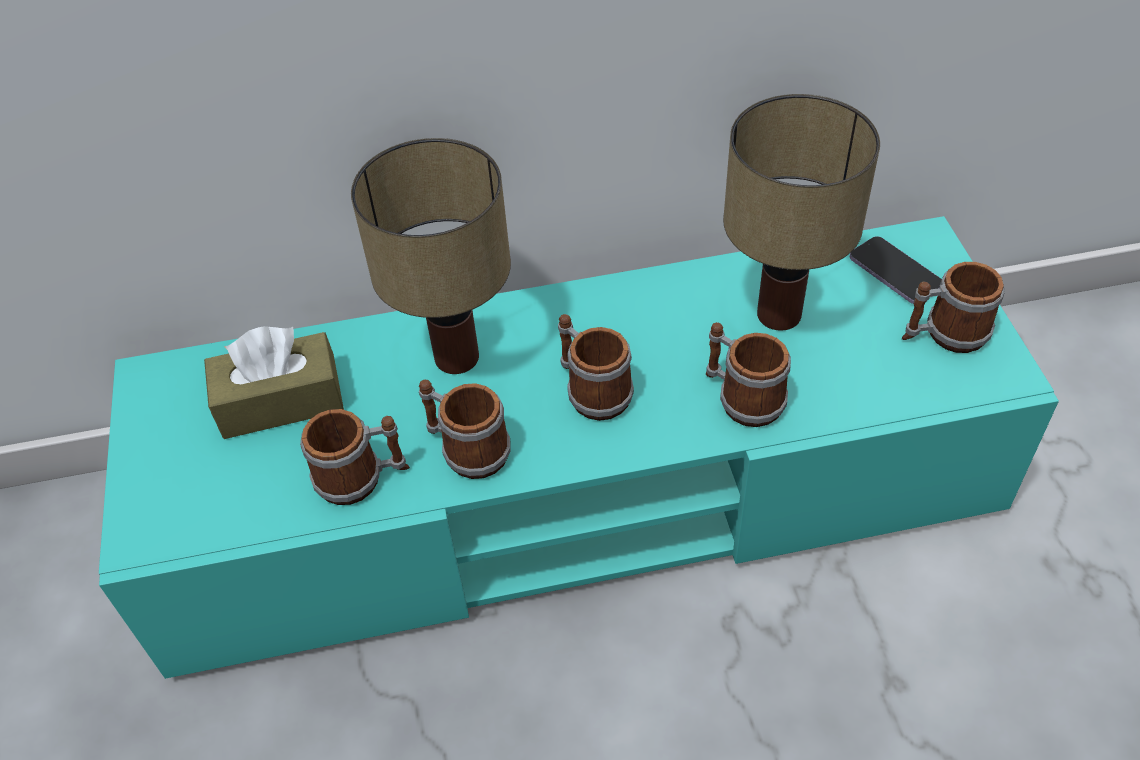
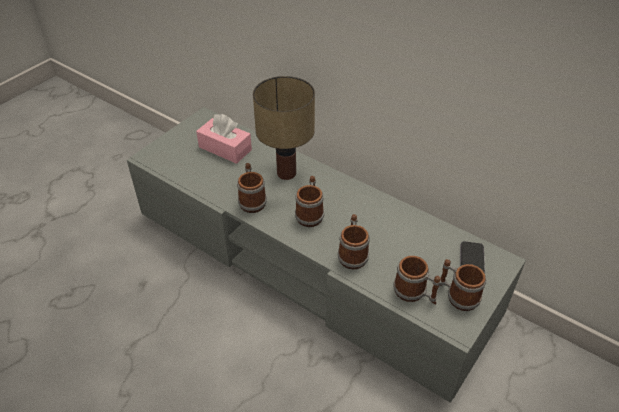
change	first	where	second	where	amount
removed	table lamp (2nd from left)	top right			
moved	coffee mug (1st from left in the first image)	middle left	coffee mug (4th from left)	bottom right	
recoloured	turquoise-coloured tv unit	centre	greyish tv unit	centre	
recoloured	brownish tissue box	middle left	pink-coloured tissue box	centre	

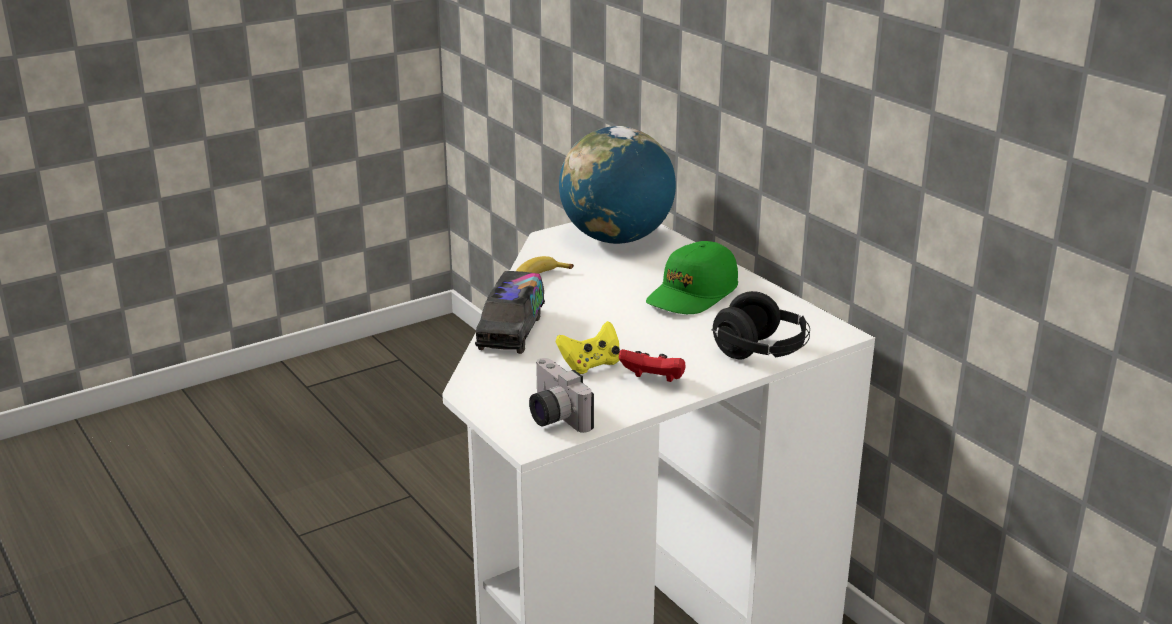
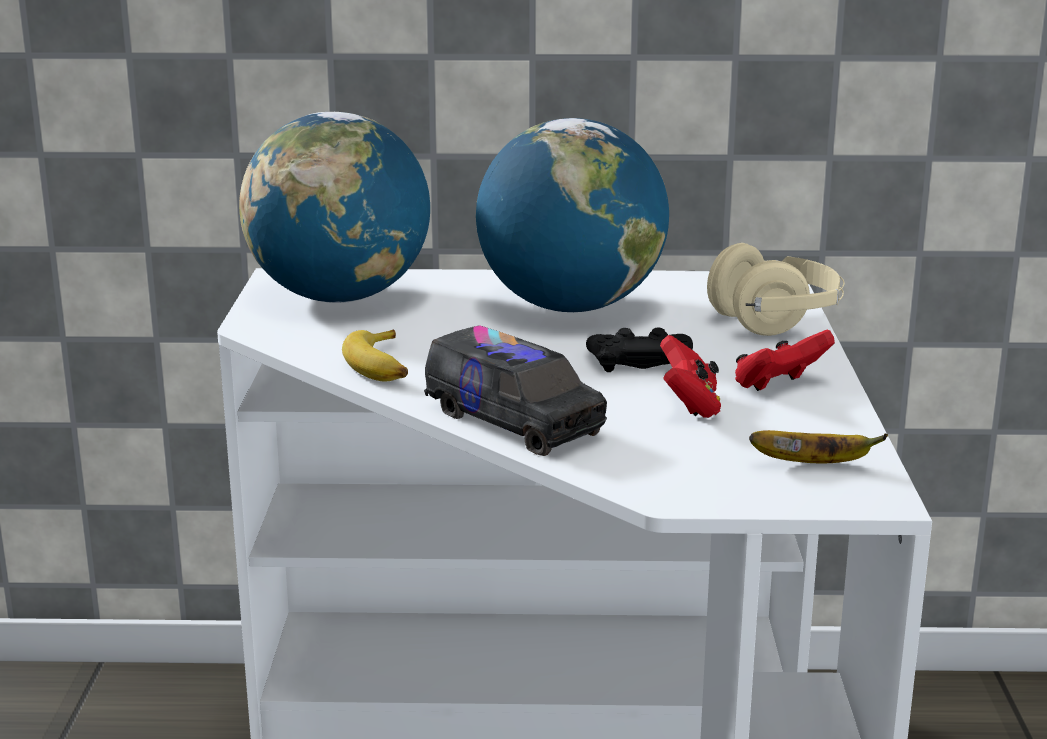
change	first	where	second	where	amount
added			blackish gamepad	centre	
replaced	photo camera	centre	banana (2nd from left)	middle right	
replaced	green-coloured cap	centre	desk globe (2nd from left)	top centre	
recoloured	yellowish gamepad	centre	red gamepad (1st from left)	centre	
recoloured	blackish pair of headphones	centre	beige-coloured pair of headphones	middle right	

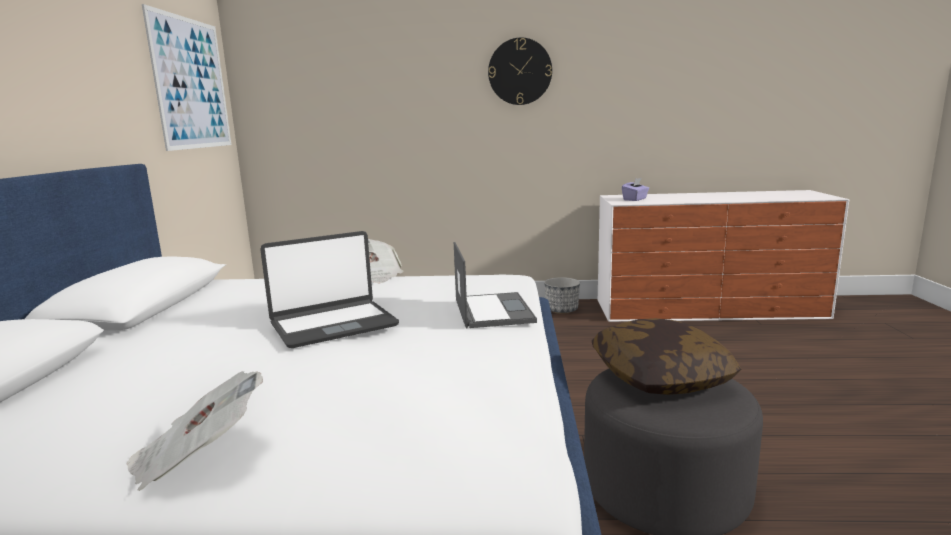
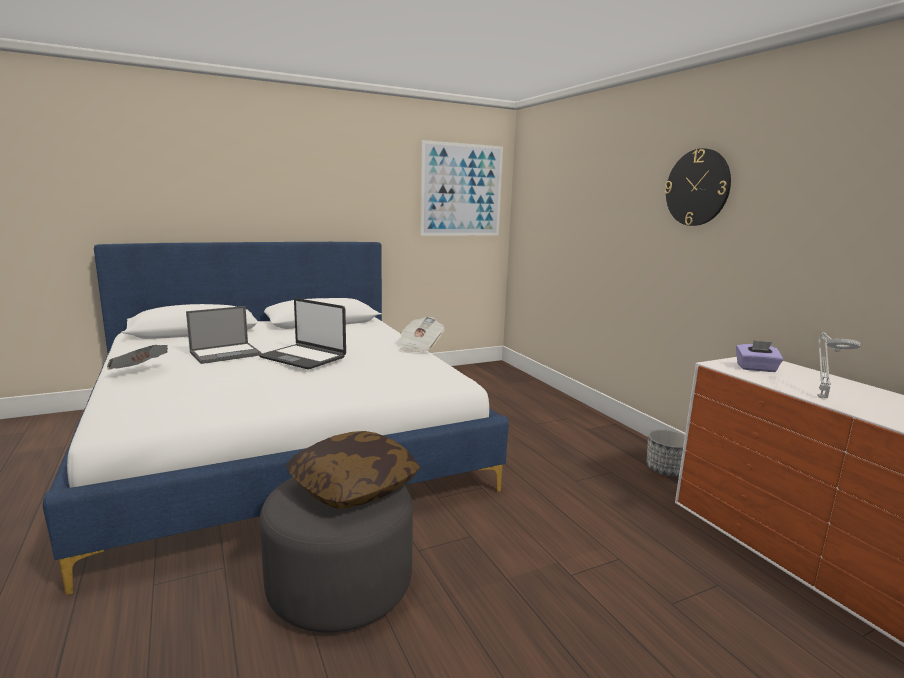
change	first	where	second	where	amount
added			greyish table lamp	middle right	
moved	portable computer (2nd from left in the first image)	centre	portable computer (1st from left)	middle left	

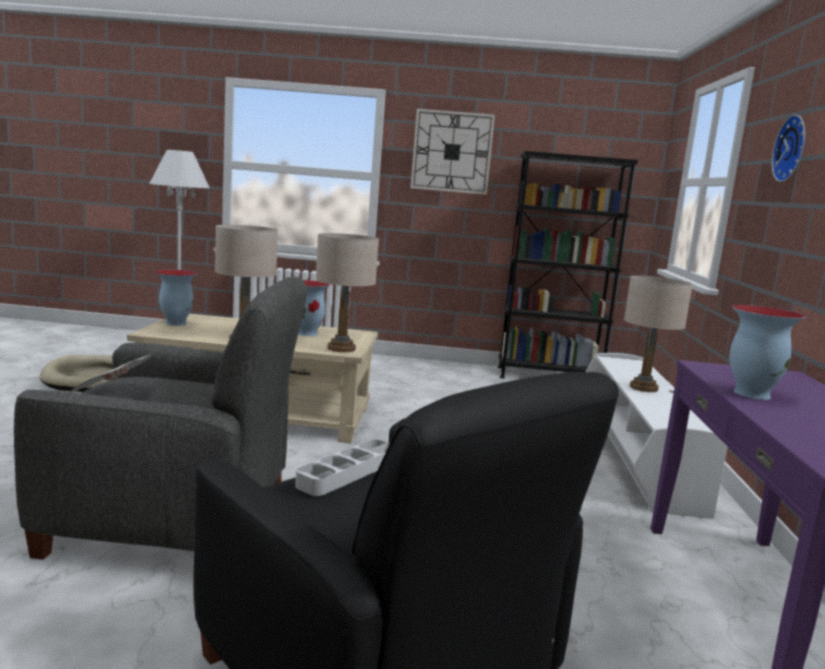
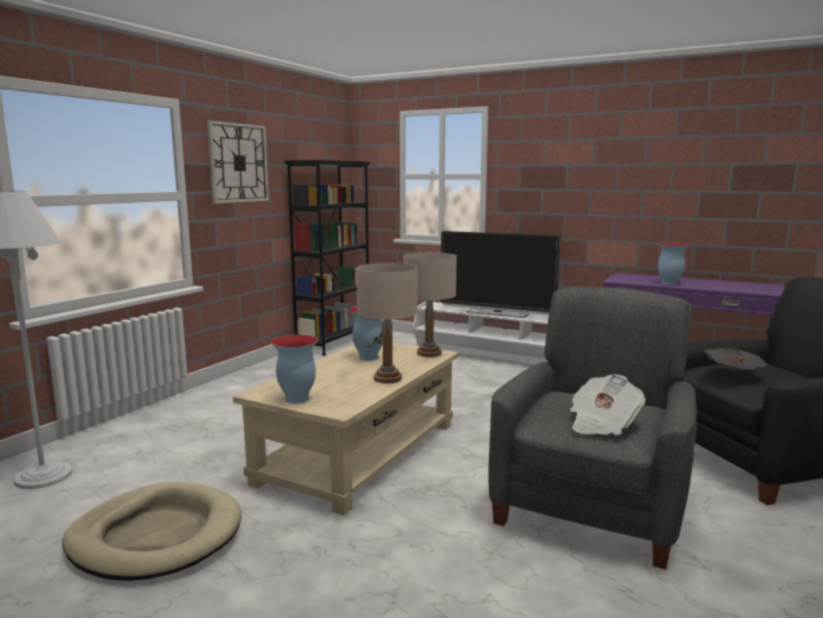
change	first	where	second	where	amount
removed	wall clock (2nd from left)	top right			
replaced	greyish serving tray	bottom centre	newspaper (2nd from left)	middle right	
replaced	beige-coloured table lamp (3rd from left)	middle right	TV	centre	

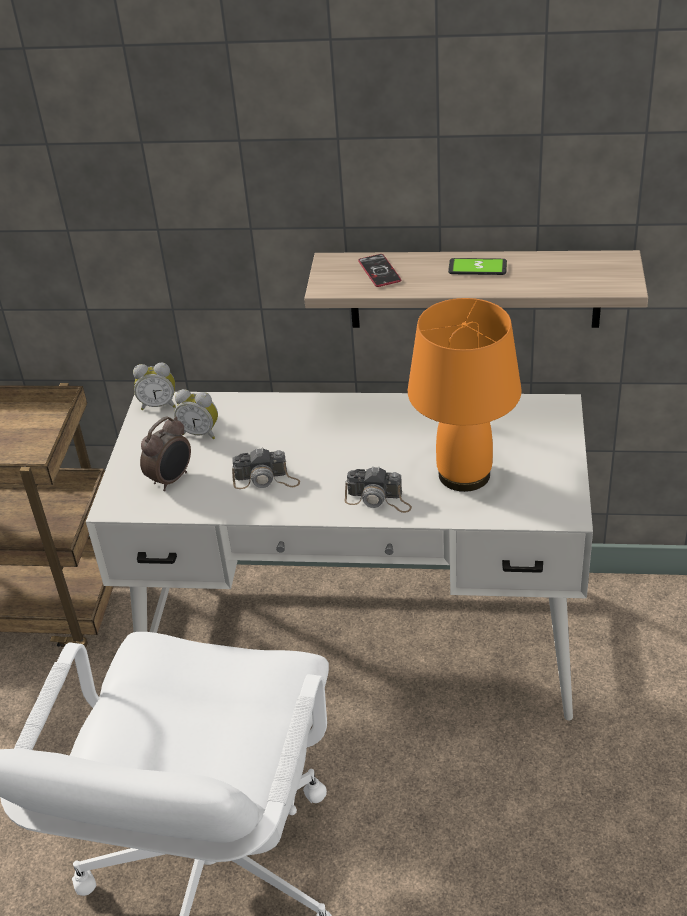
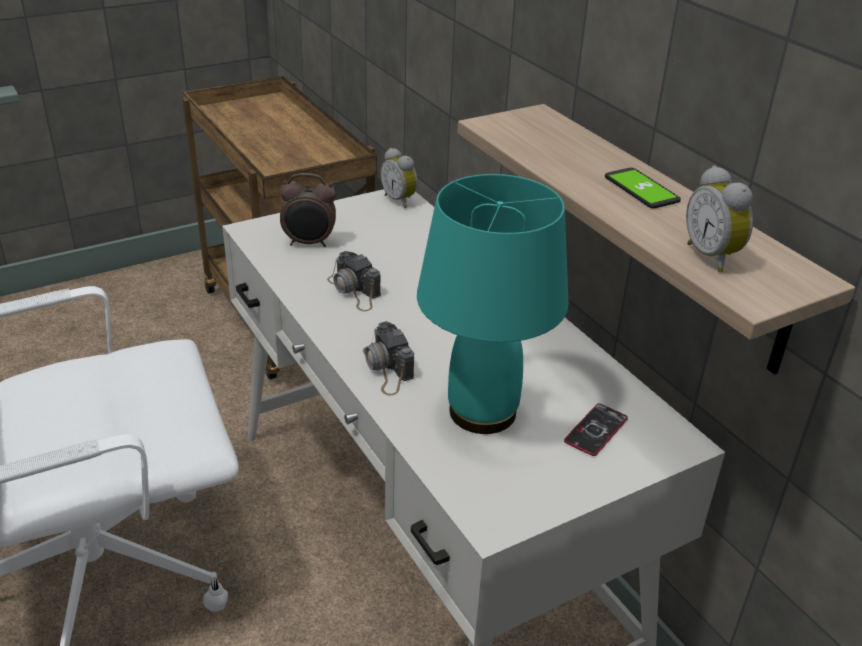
change	first	where	second	where	amount
moved	bedside clock (3rd from left)	middle left		middle right	
moved	handset (1st from left)	top centre		middle right	
recoloured	orange-coloured table lamp	middle right	turquoise-coloured table lamp	centre	

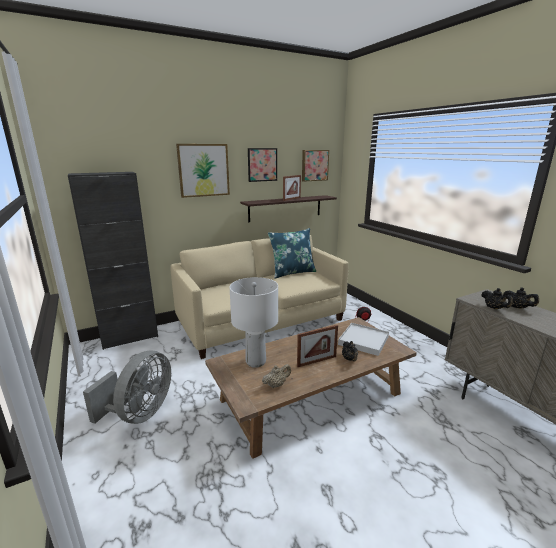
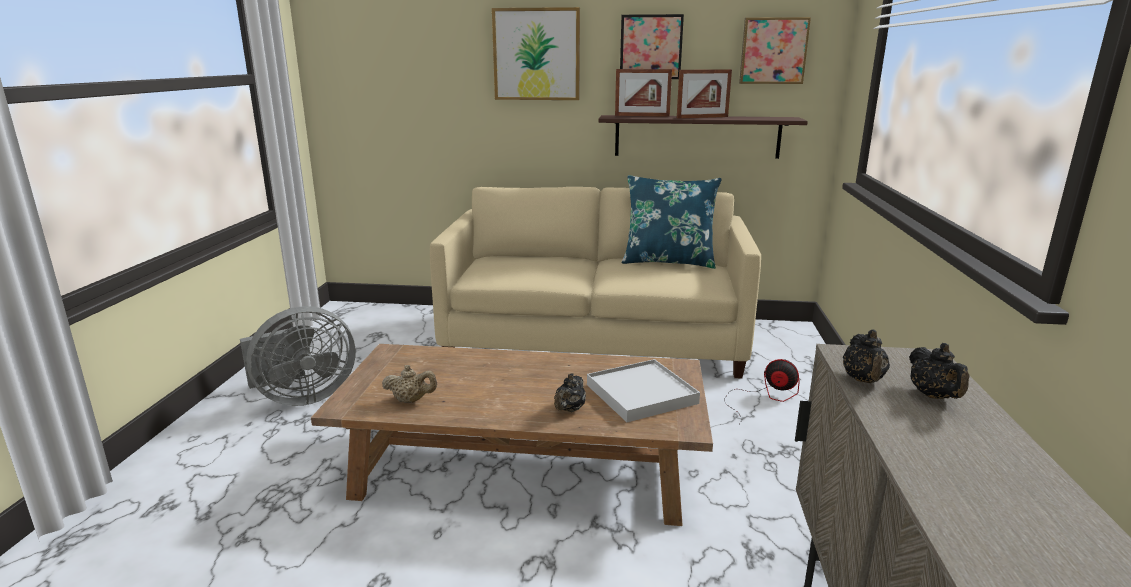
change	first	where	second	where	amount
removed	blackish cupboard	middle left			
removed	whitish table lamp	centre			
moved	picture frame (2nd from left in the first image)	centre	picture frame (1st from left)	top centre	

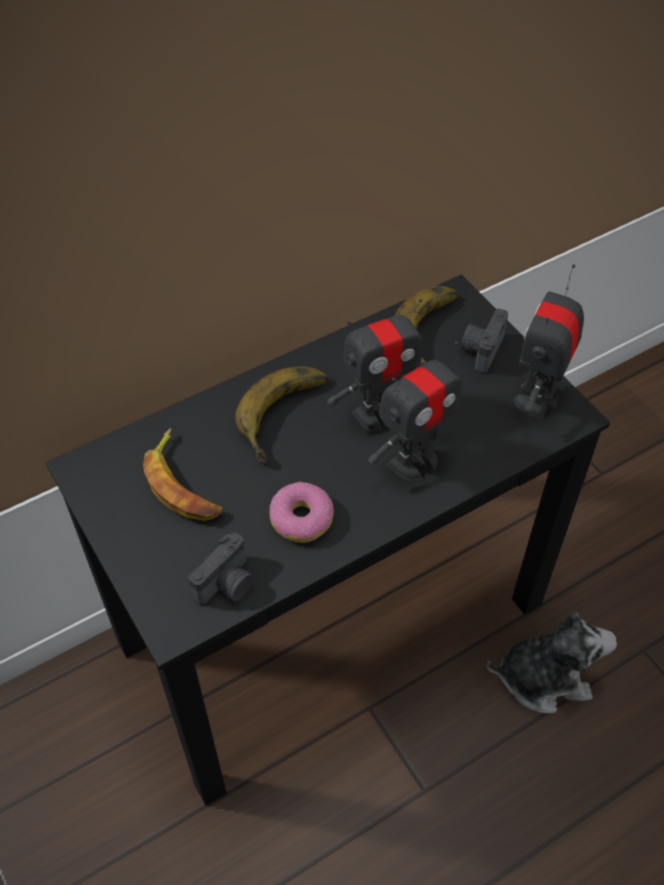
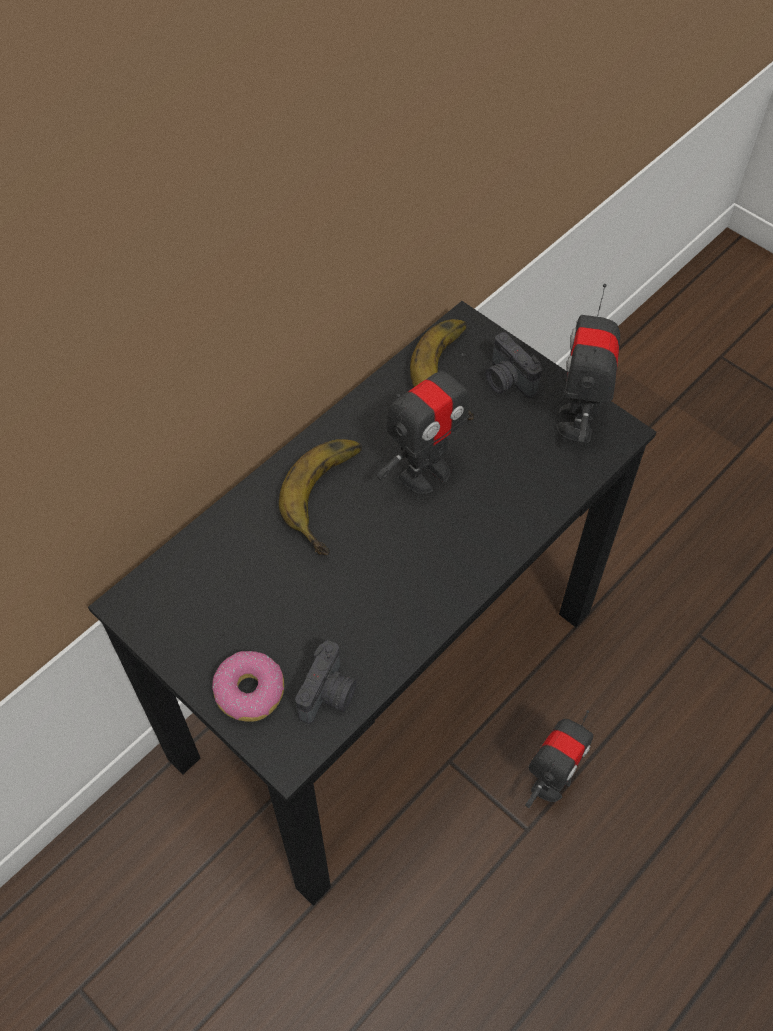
change	first	where	second	where	amount
removed	banana (1st from left)	middle left			
removed	soft toy	bottom right			
moved	ring doughnut	centre		middle left	
moved	toy robot (2nd from left)	centre		bottom right	
turned	photo camera (2nd from left)	middle right		centre	45 degrees counterclockwise

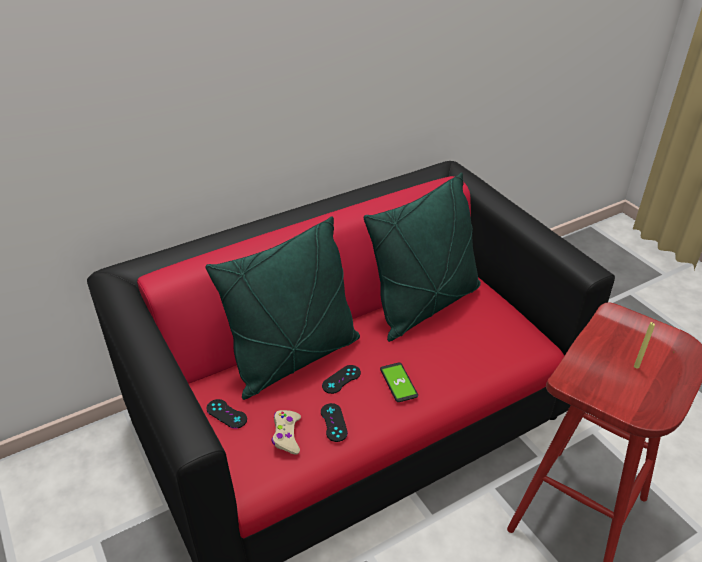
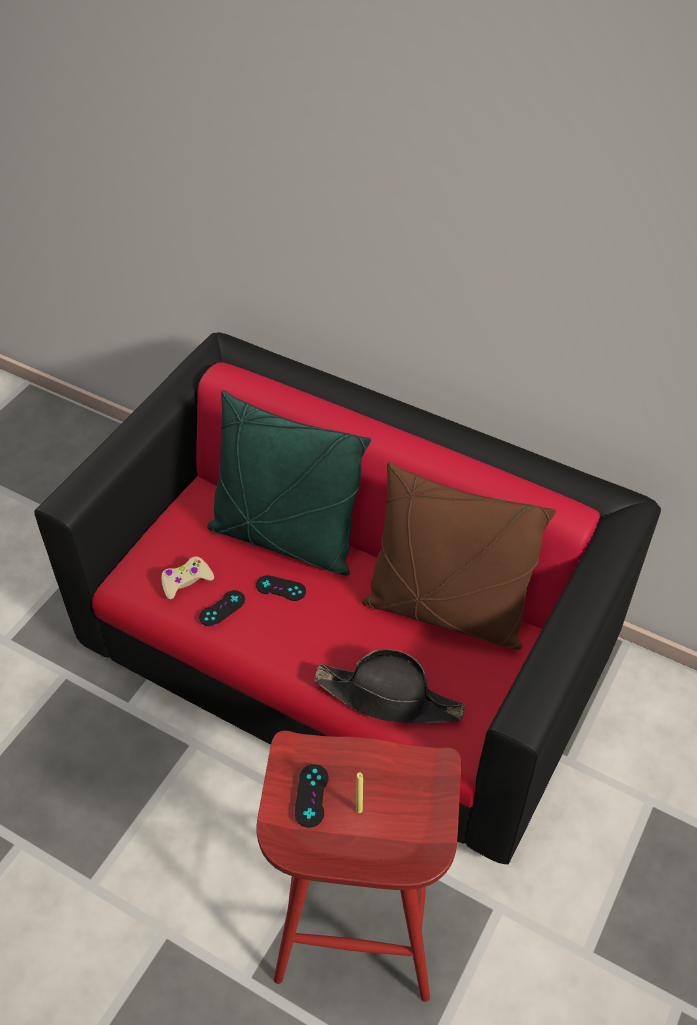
change	first	where	second	where	amount
removed	handset	bottom centre			
added			blackish hat	bottom centre	
moved	blackish gamepad (1st from left in the first image)	bottom left	blackish gamepad (3rd from left)	bottom centre	
recoloured	green-coloured cushion (2nd from left)	centre	brownish cushion	centre	

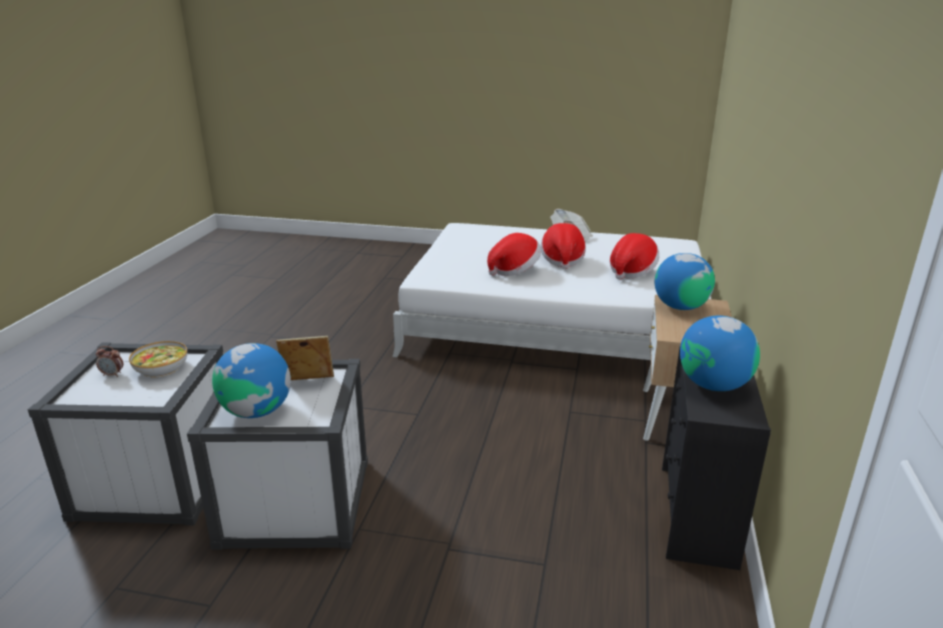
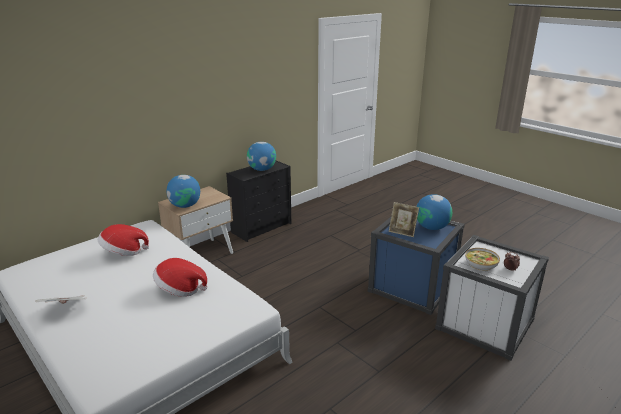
change	first	where	second	where	amount
removed	hat (2nd from left)	centre			
recoloured	whitish storage container (2nd from left)	bottom left	bluish storage container	middle right	

